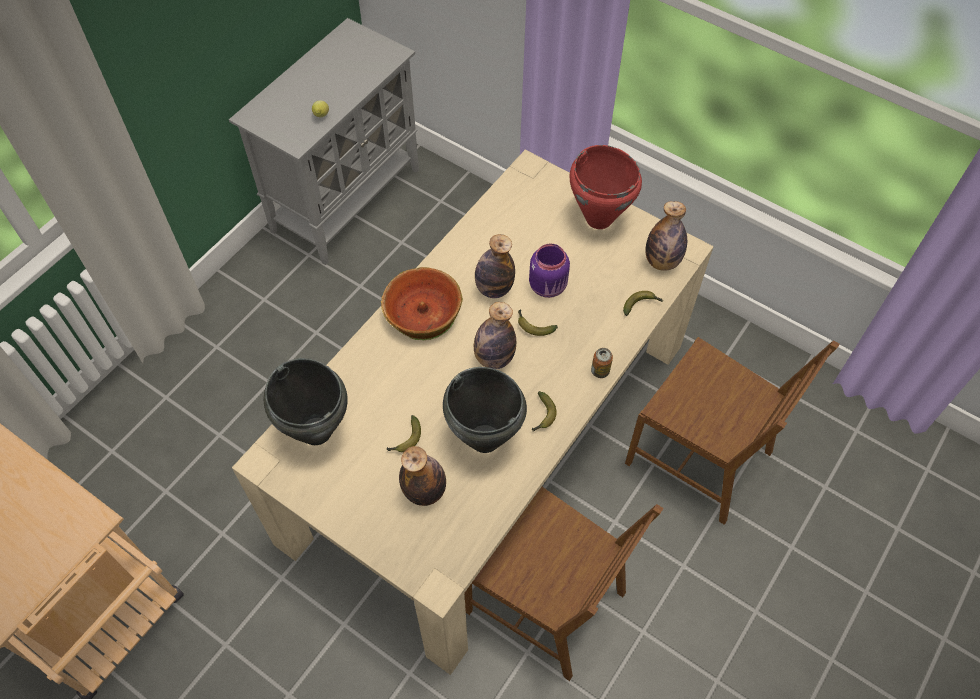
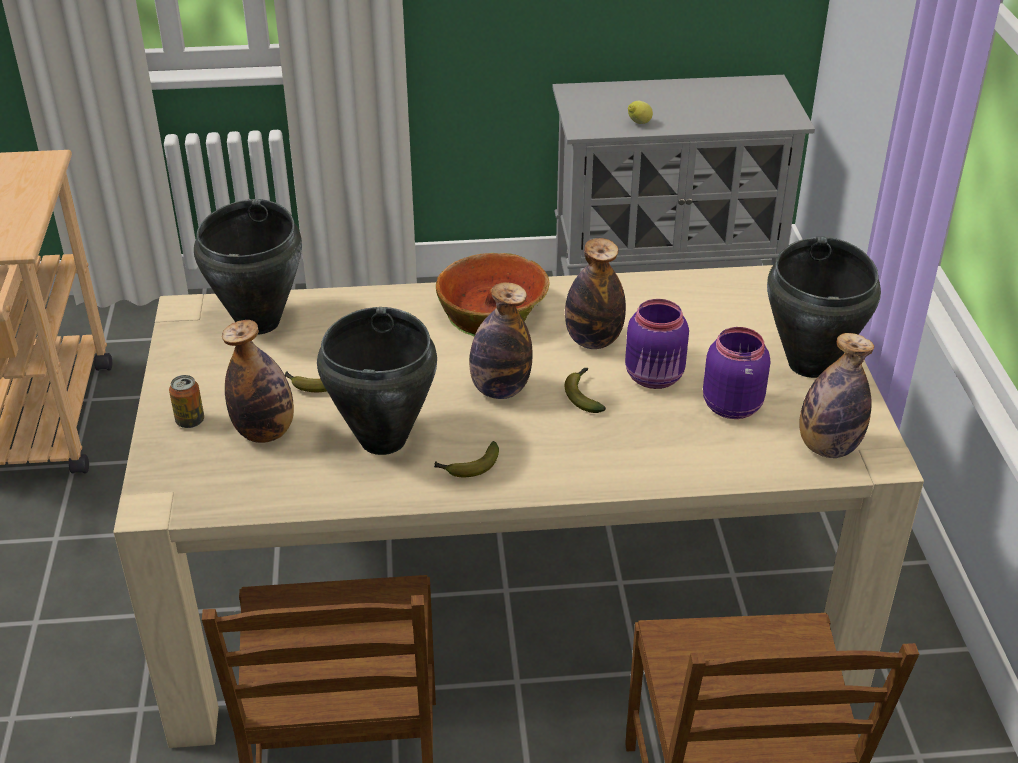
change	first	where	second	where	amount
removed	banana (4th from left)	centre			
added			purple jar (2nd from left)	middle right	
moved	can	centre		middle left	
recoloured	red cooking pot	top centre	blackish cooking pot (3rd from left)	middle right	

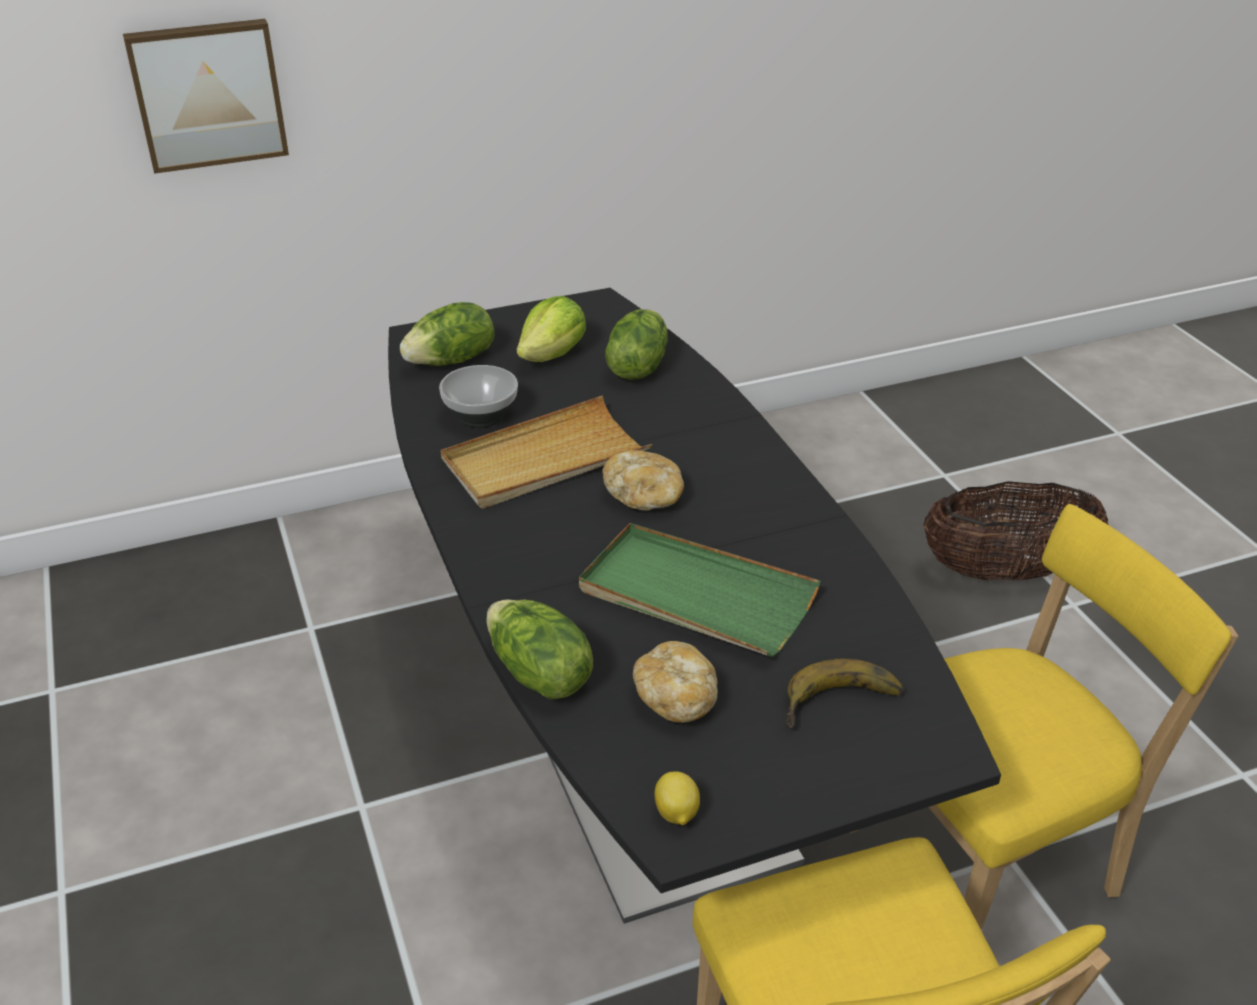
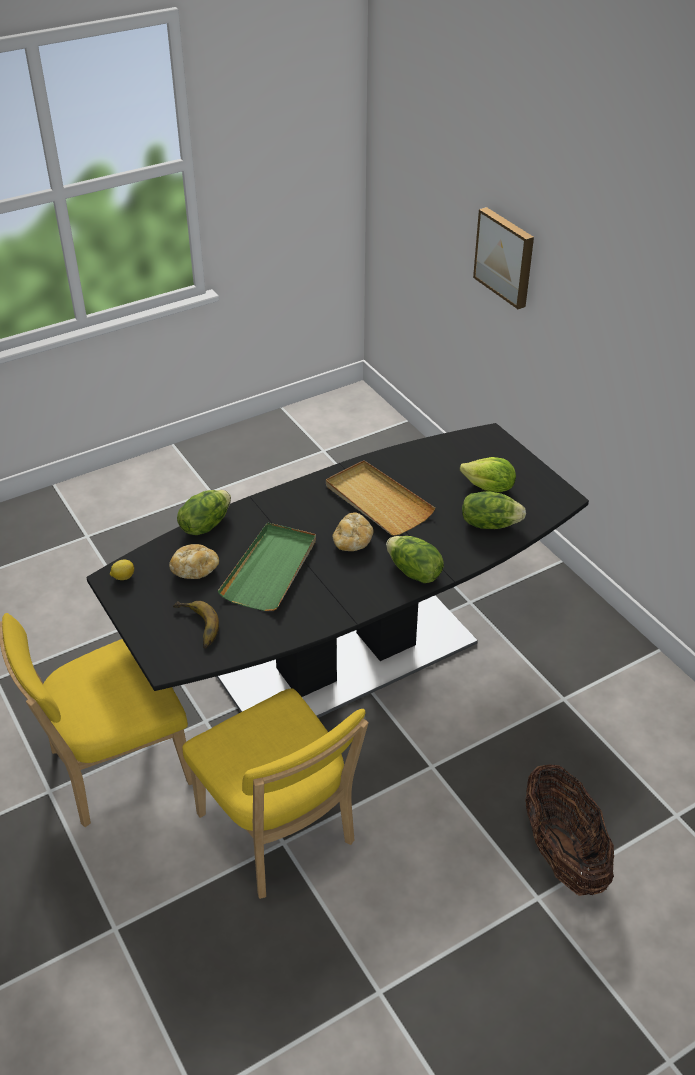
change	first	where	second	where	amount
removed	deep dish	centre			
moved	head of lettuce (1st from left in the first image)	top centre	head of lettuce (2nd from left)	centre	

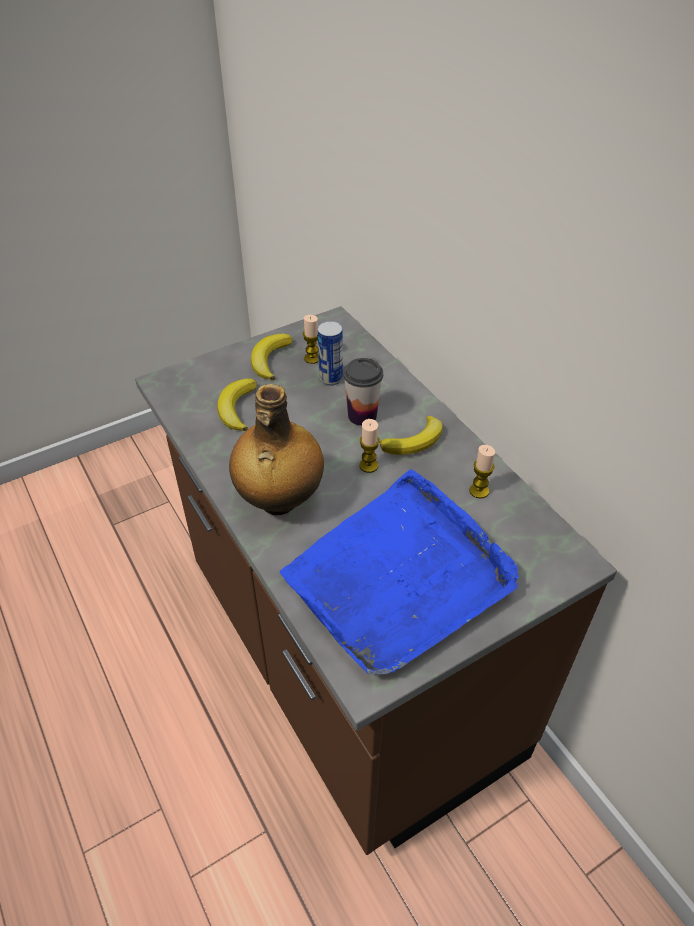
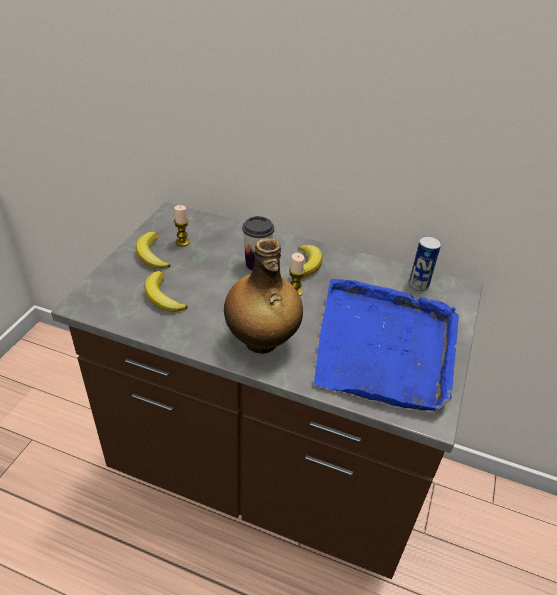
change	first	where	second	where	amount
removed	wax light (3rd from left)	middle right			
moved	can	centre		middle right	

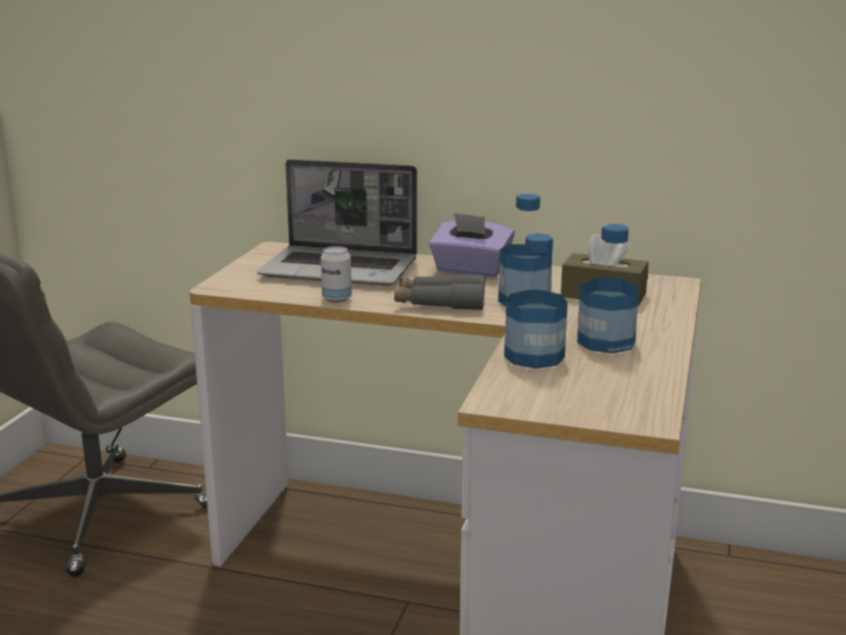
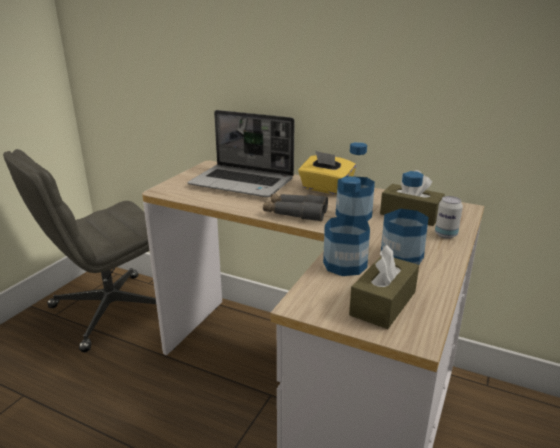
change	first	where	second	where	amount
added			brownish tissue box (1st from left)	middle right	
moved	can	centre		middle right	
recoloured	purple tissue box	centre	yellowish tissue box	centre	

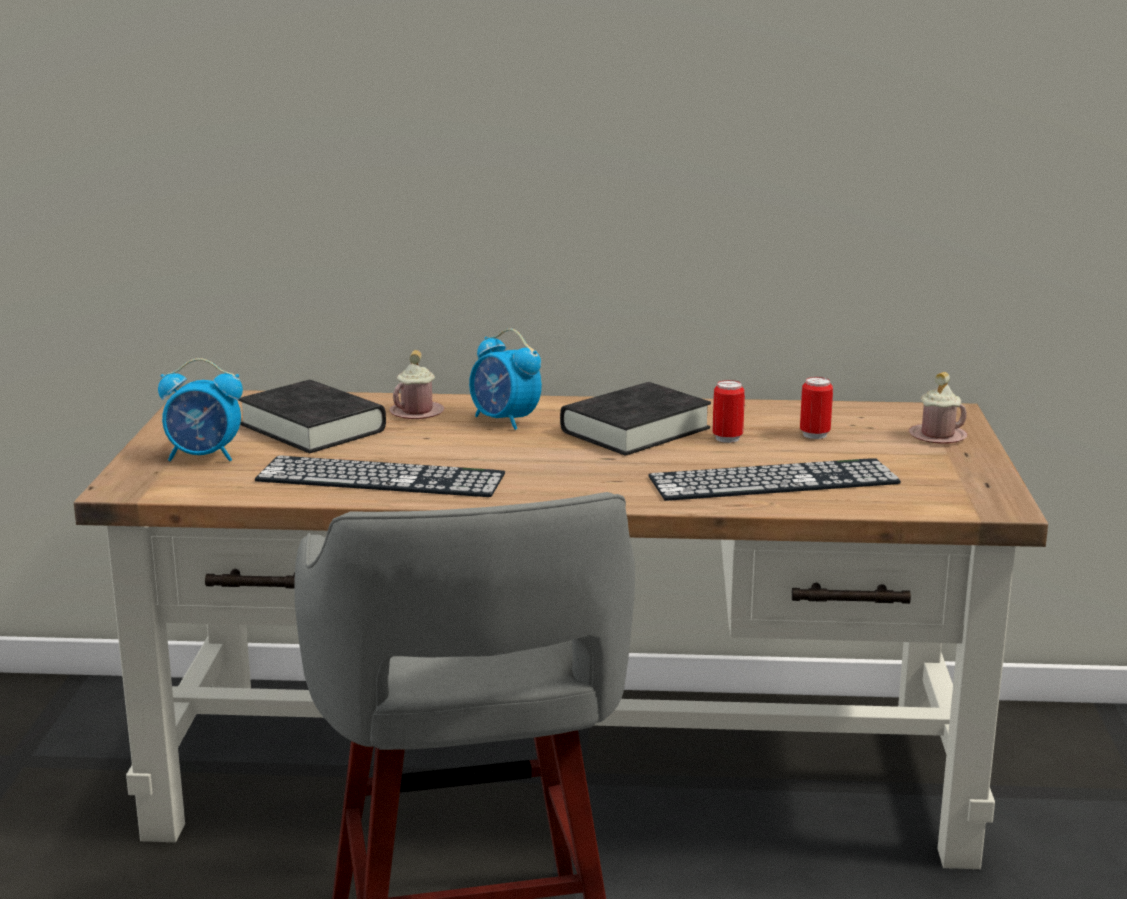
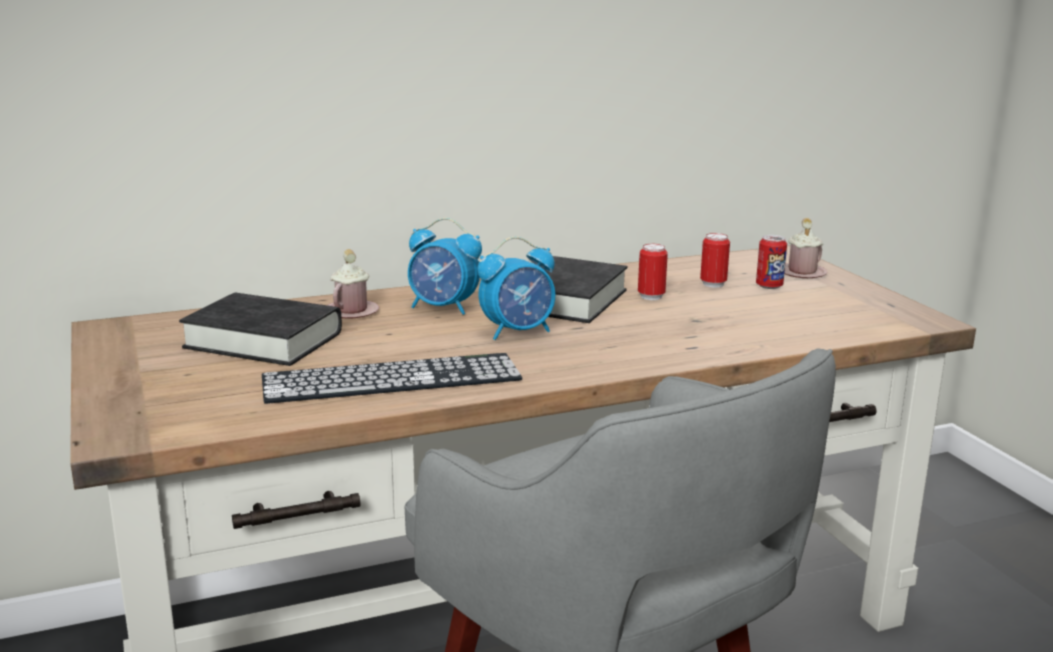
change	first	where	second	where	amount
removed	PC keyboard (2nd from left)	middle right			
added			can (3rd from left)	middle right	
moved	bedside clock (1st from left in the first image)	middle left	bedside clock (2nd from left)	centre	

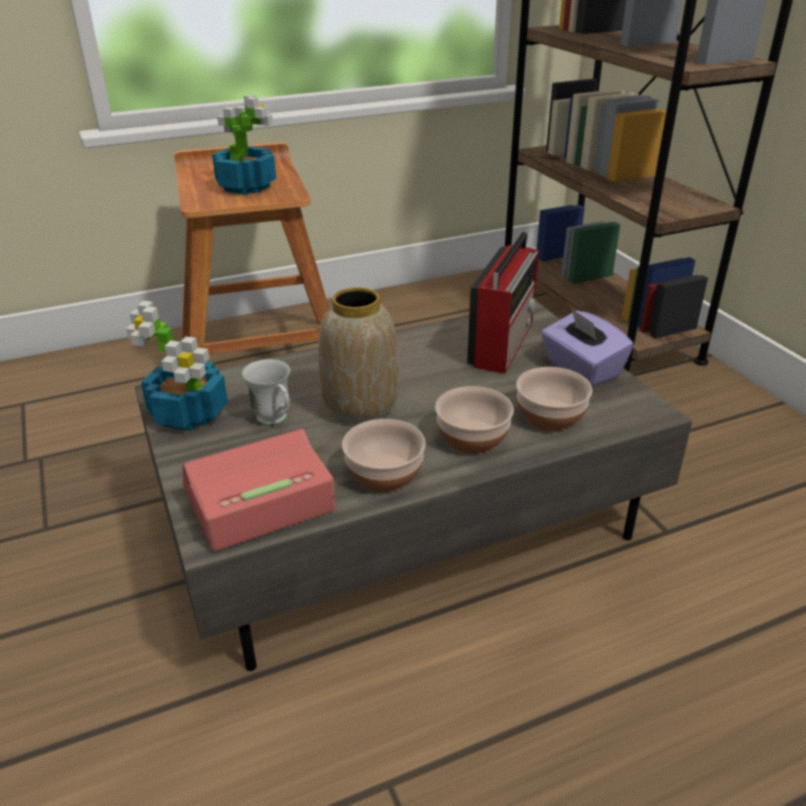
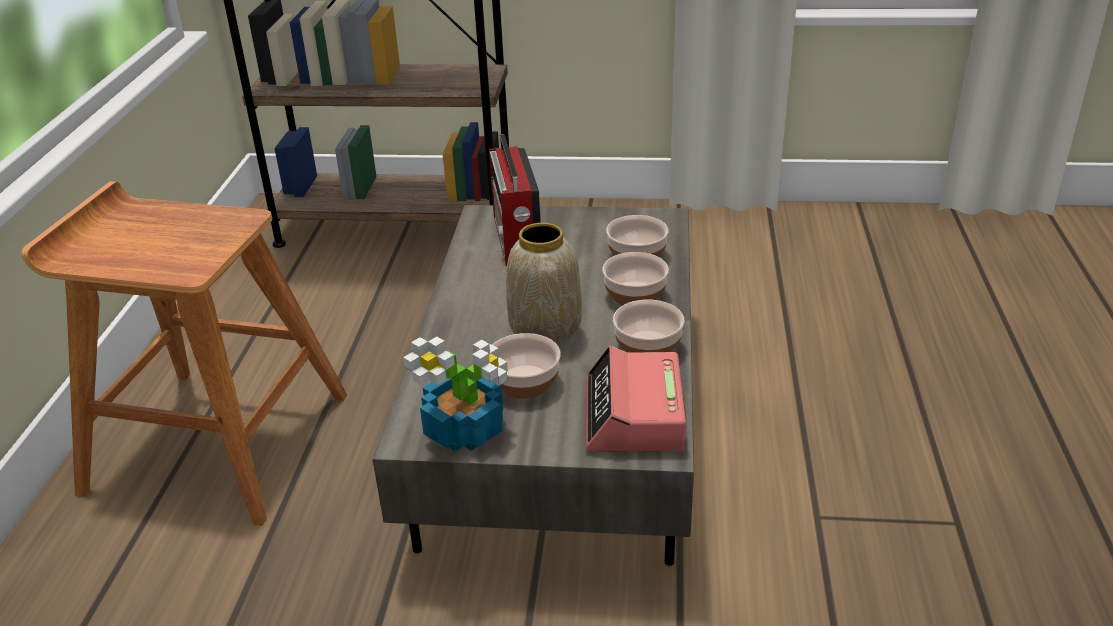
change	first	where	second	where	amount
removed	plant in a pot (2nd from left)	top left			
removed	purple tissue box	middle right			
replaced	whitish coffee mug	middle left	deep dish (1st from left)	centre	
turned	radio set	centre		top centre	150 degrees counterclockwise

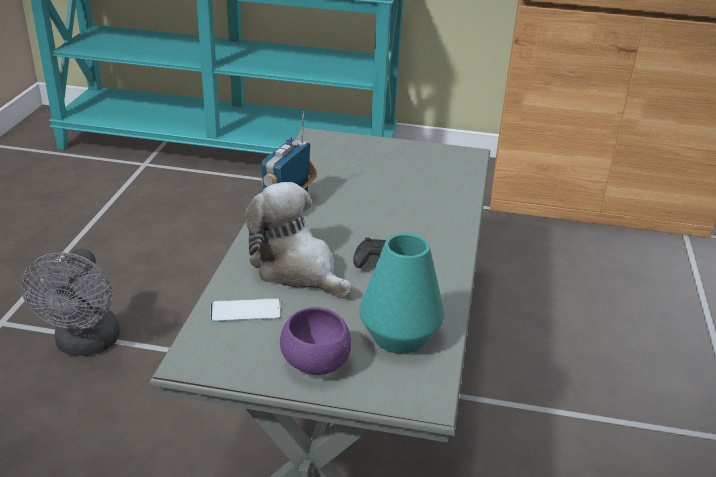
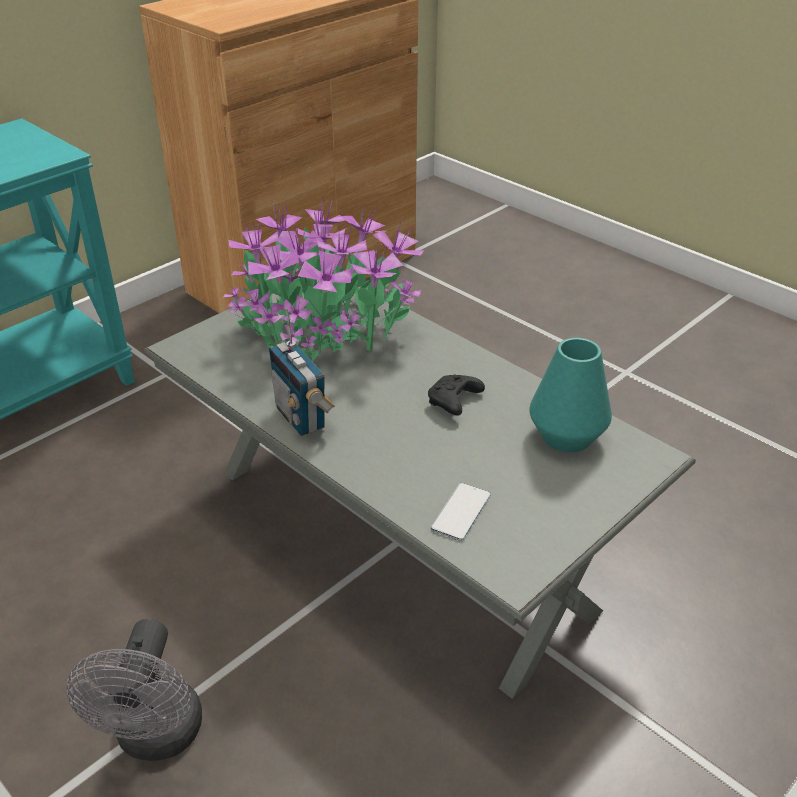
change	first	where	second	where	amount
removed	soft toy	centre			
removed	purple deep dish	bottom centre			
added			plant in a pot	centre	
turned	greyish fan	middle left		bottom left	60 degrees clockwise

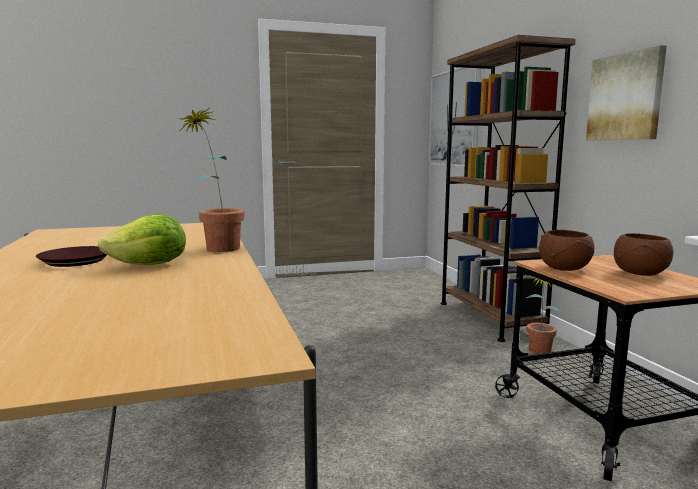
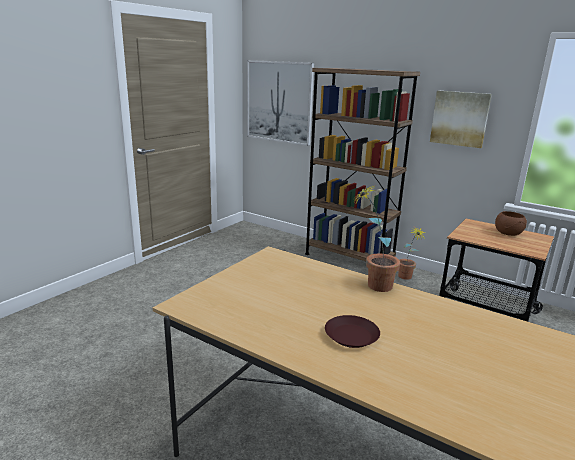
change	first	where	second	where	amount
removed	head of lettuce	middle left			
removed	brownish deep dish (1st from left)	middle right			

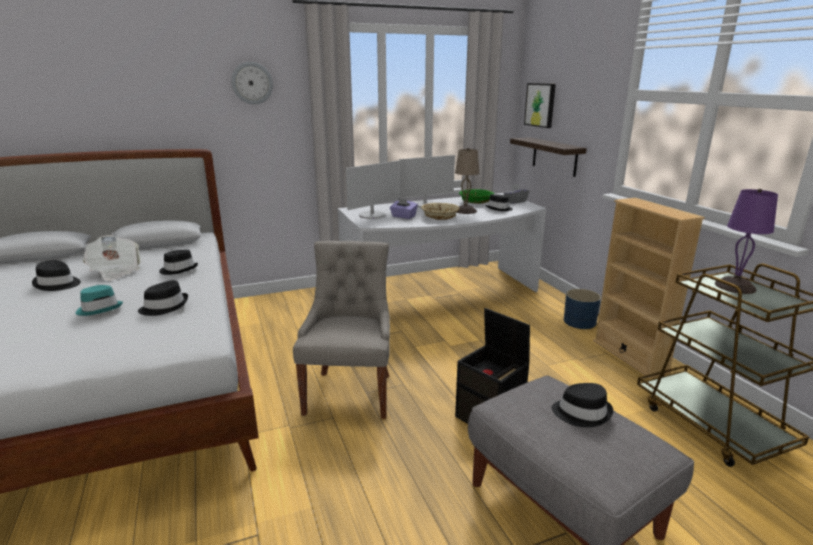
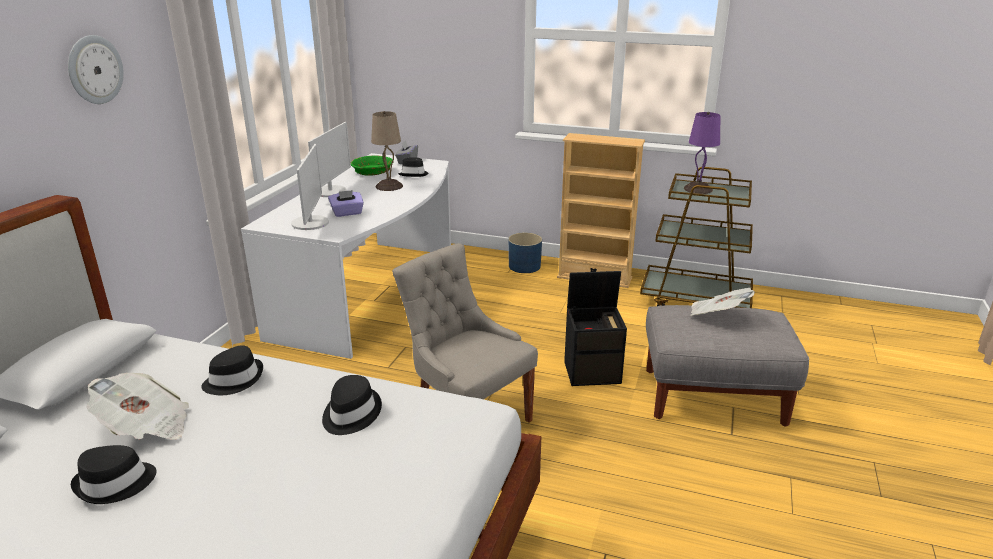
change	first	where	second	where	amount
removed	turquoise-coloured hat	middle left			
removed	beige-coloured deep dish	centre			
removed	bracket shelf	top right			
removed	picture	top centre			
replaced	blackish hat (5th from left)	bottom right	newspaper (2nd from left)	middle right	

